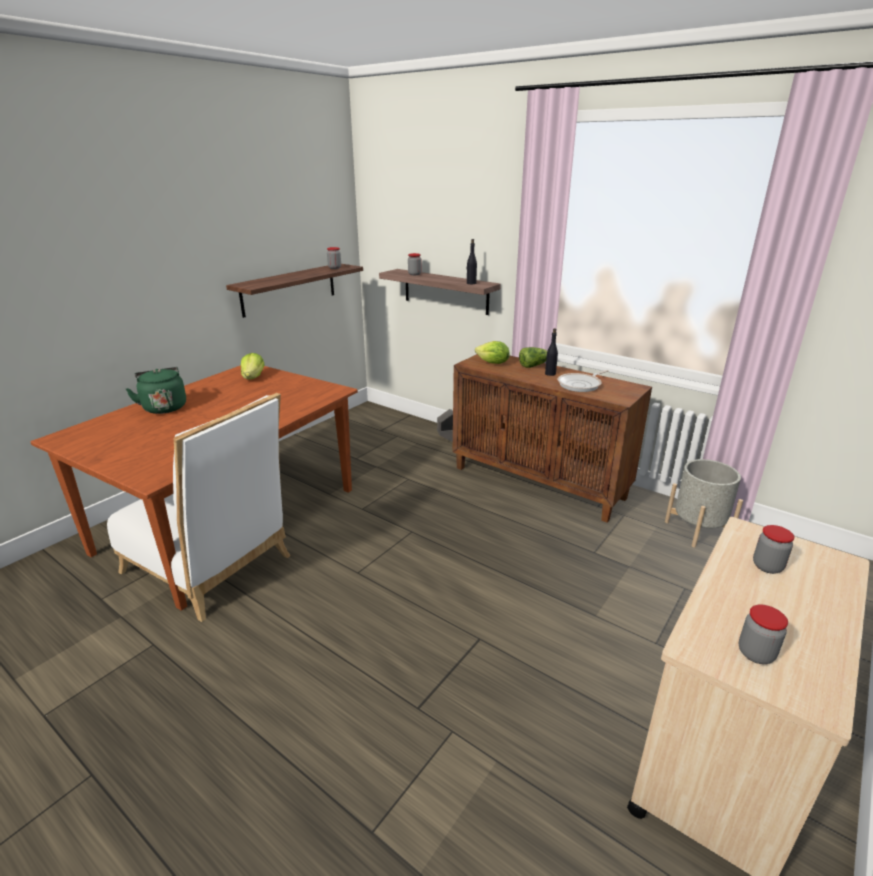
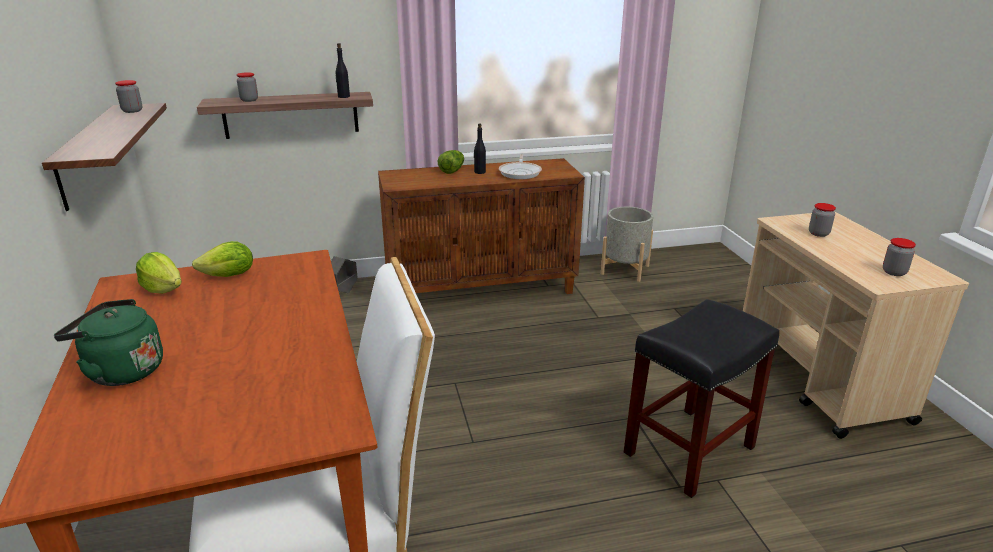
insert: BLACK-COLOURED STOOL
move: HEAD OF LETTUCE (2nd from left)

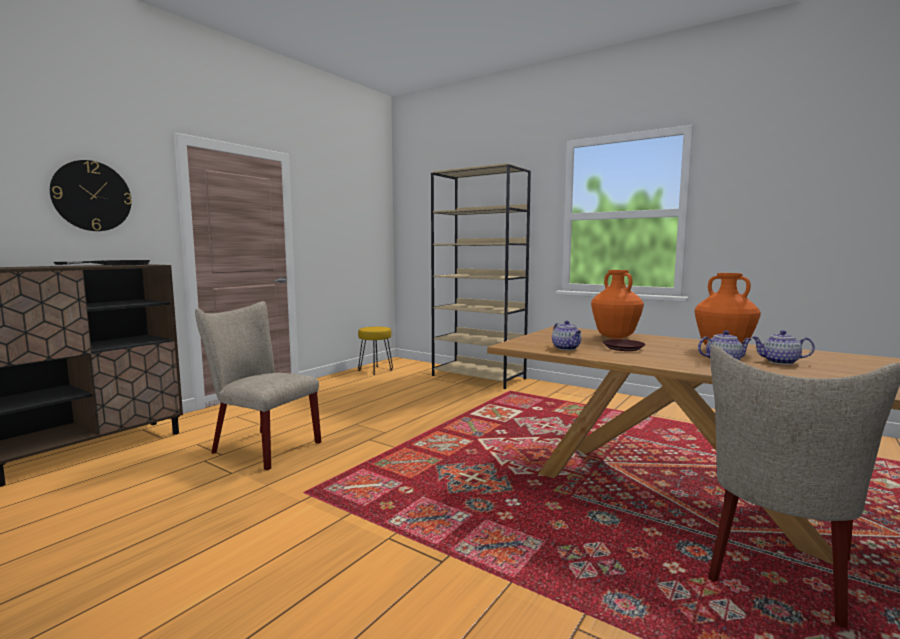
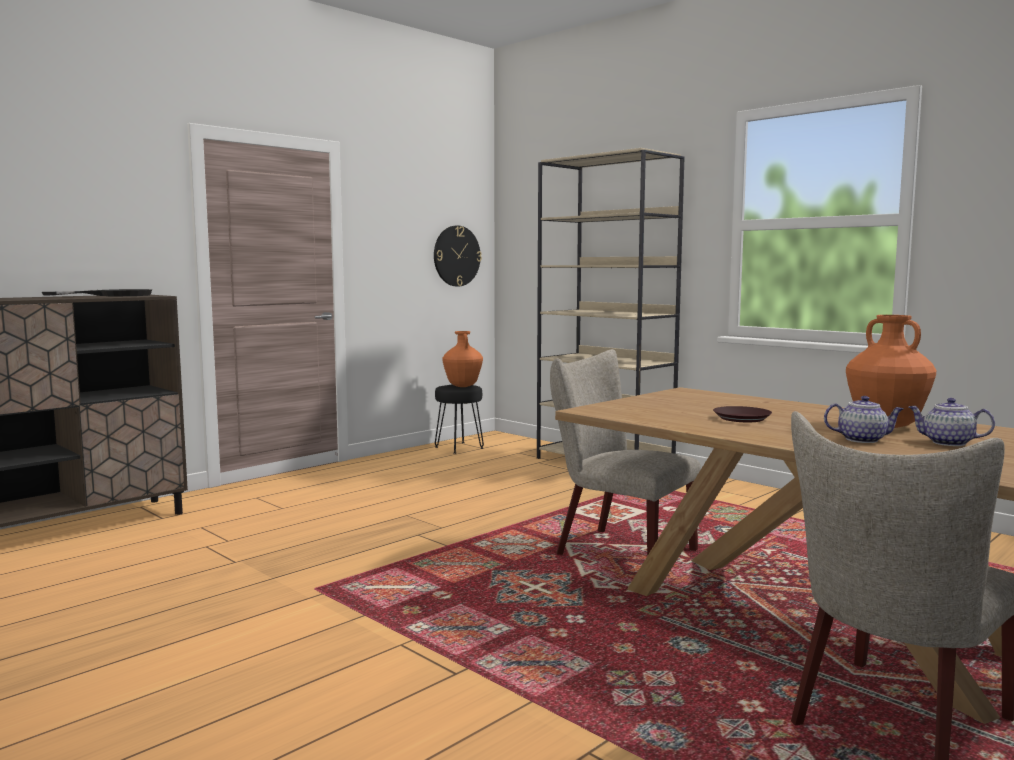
delete: TEAPOT (1st from left)
move: WALL CLOCK; SAND-COLOURED UPRIGHT CHAIR (1st from left); ORANGE-COLOURED DECORATIVE VASE (1st from left)
recolor: YELLOW-COLOURED STOOL to BLACK-COLOURED STOOL

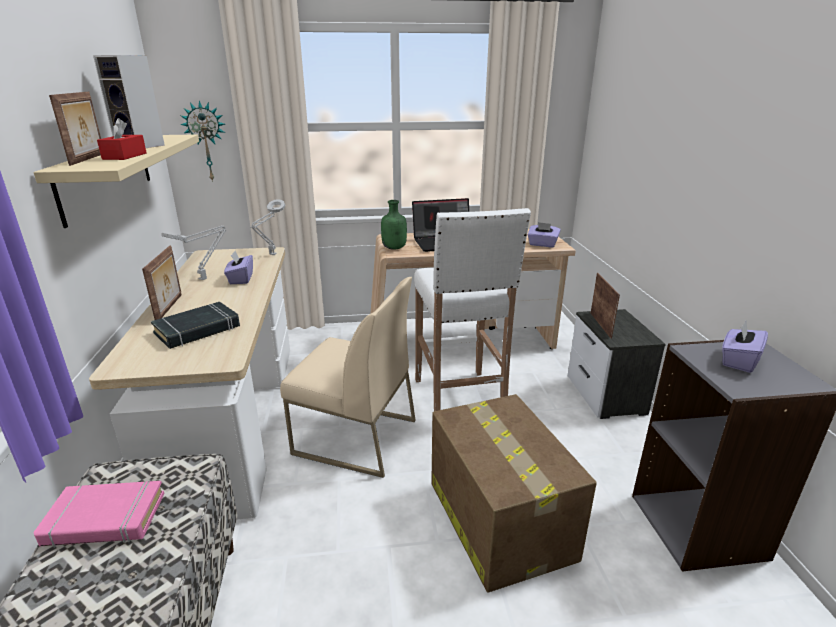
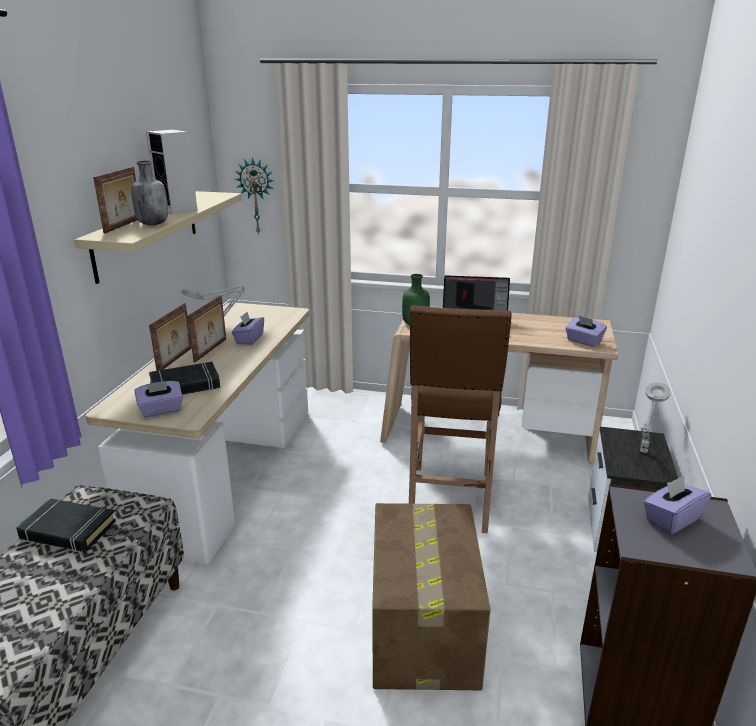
delete: SAND-COLOURED UPRIGHT CHAIR
insert: PURPLE TISSUE BOX (1st from left)
move: GREY LAMP FOR A TABLE (2nd from left); PICTURE FRAME (3rd from left)
replace: REDDISH TISSUE BOX to GREY DRINK BOTTLE
recolor: PINKISH VOLUME to BLACK-COLOURED VOLUME (1st from left); WHITE-COLOURED STOOL to BROWN STOOL

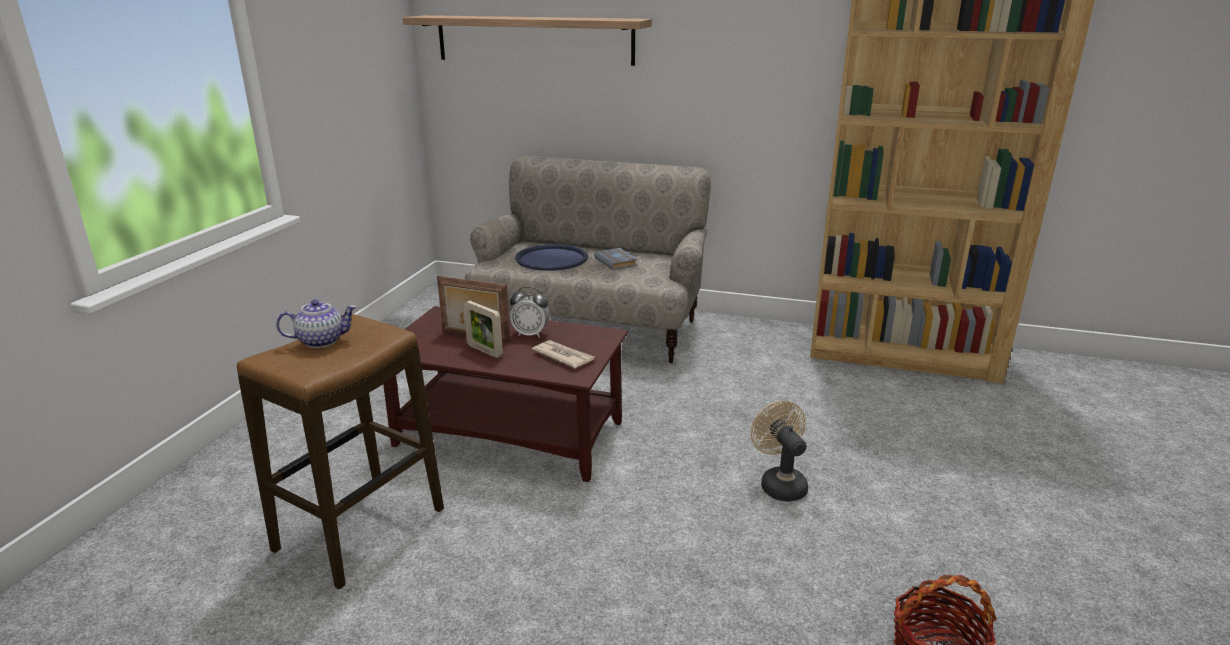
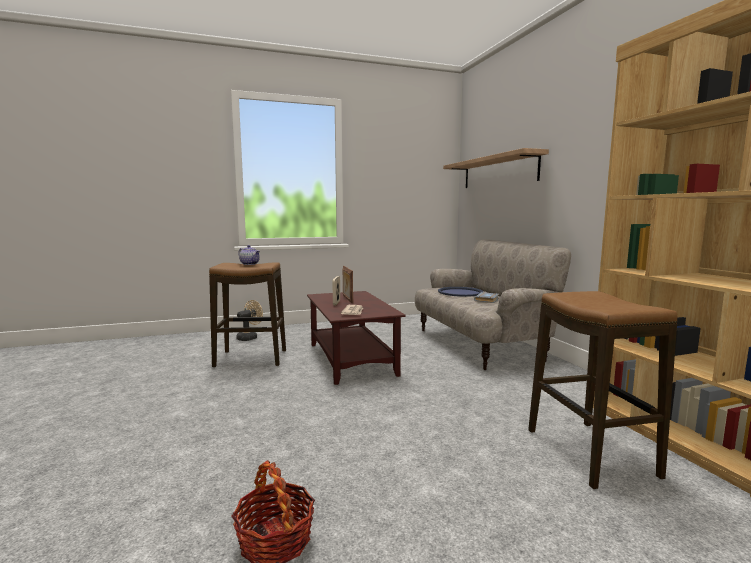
delete: BEDSIDE CLOCK
insert: STOOL (2nd from left)
move: SAND-COLOURED FAN

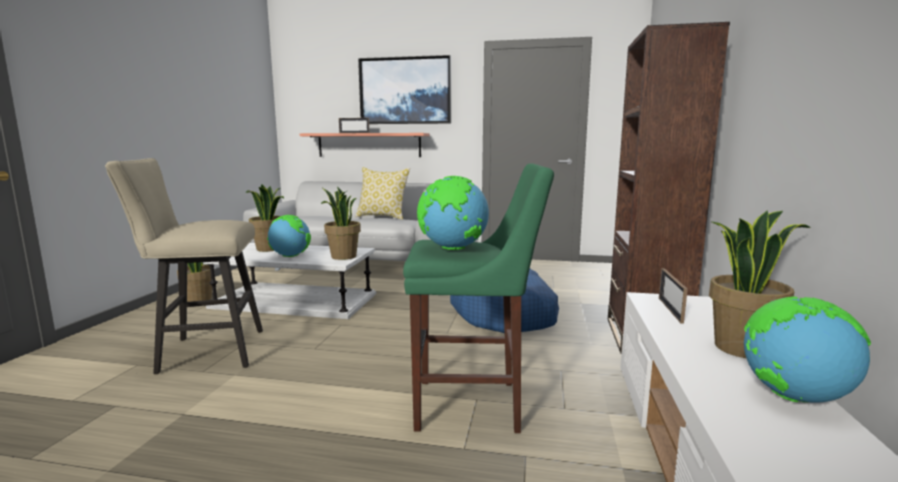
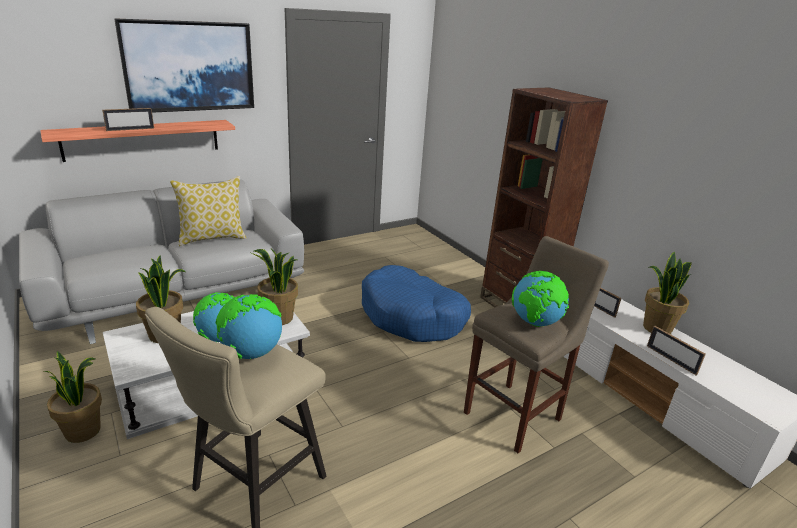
insert: PICTURE FRAME (3rd from left)
move: GLOBE (3rd from left in the first image) to GLOBE (2nd from left)
recolor: GREEN STOOL to SAND-COLOURED STOOL (2nd from left)

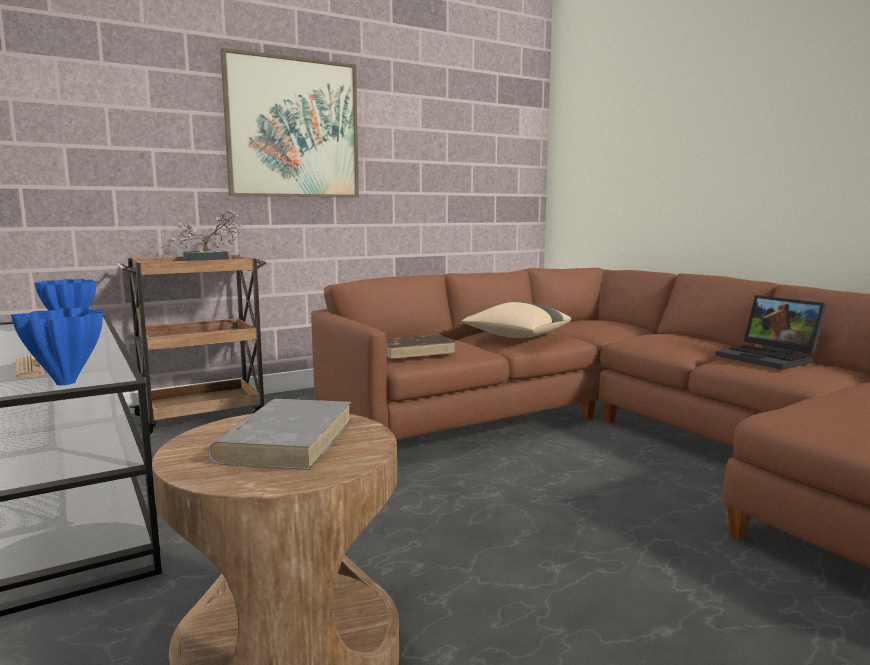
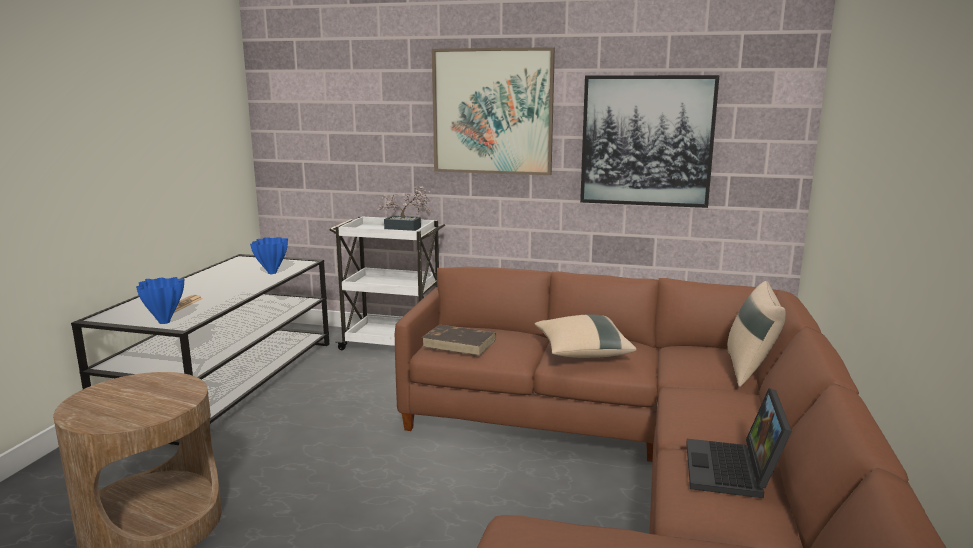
delete: GREY VOLUME
insert: WALL PICTURE (2nd from left); SAND-COLOURED CUSHION (2nd from left)
recolor: BROWN TROLLEY to WHITE-COLOURED TROLLEY

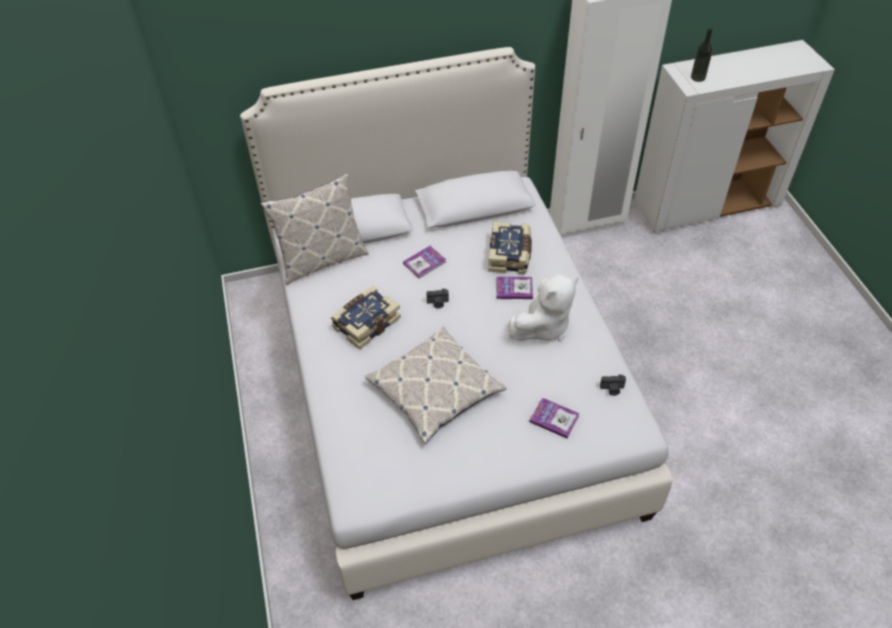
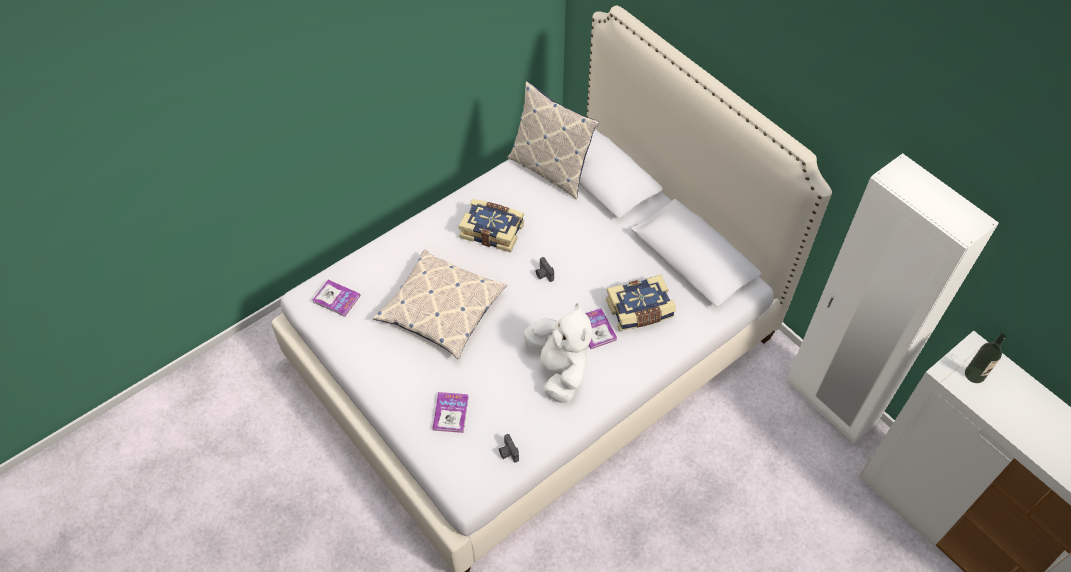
move: VOLUME (2nd from left in the first image) to VOLUME (1st from left)
rotate: WHITE-COLOURED PLUSH TOY 135 degrees counterclockwise

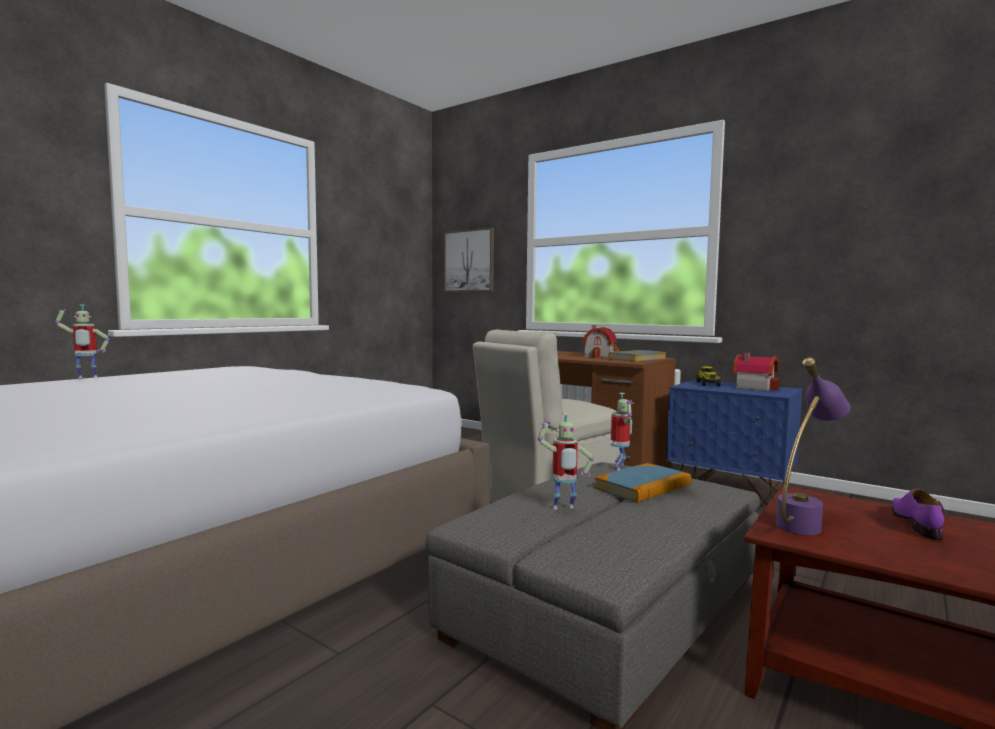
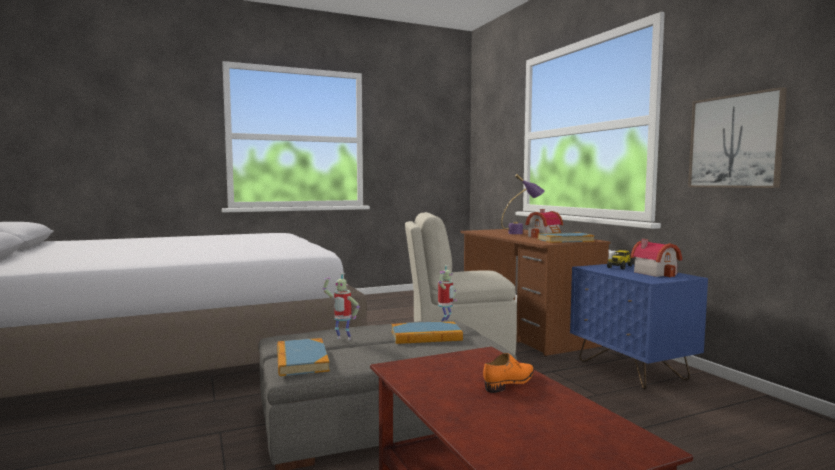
delete: TOY ROBOT (1st from left)
insert: VOLUME (1st from left)
move: WALL PICTURE; PURPLE LAMP FOR A TABLE
recolor: PURPLE LOW SHOE to ORANGE-COLOURED LOW SHOE

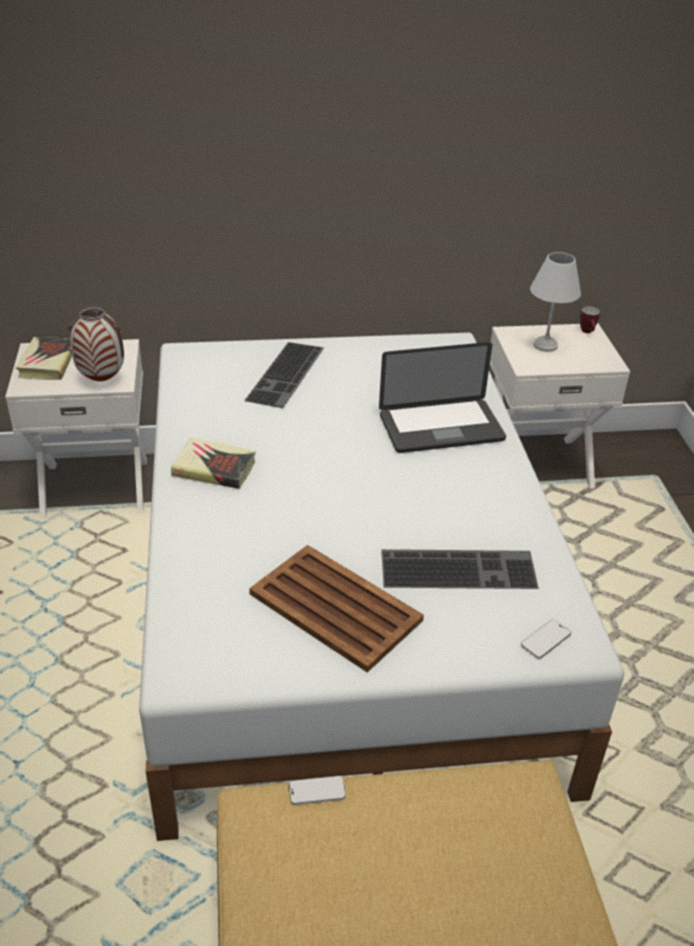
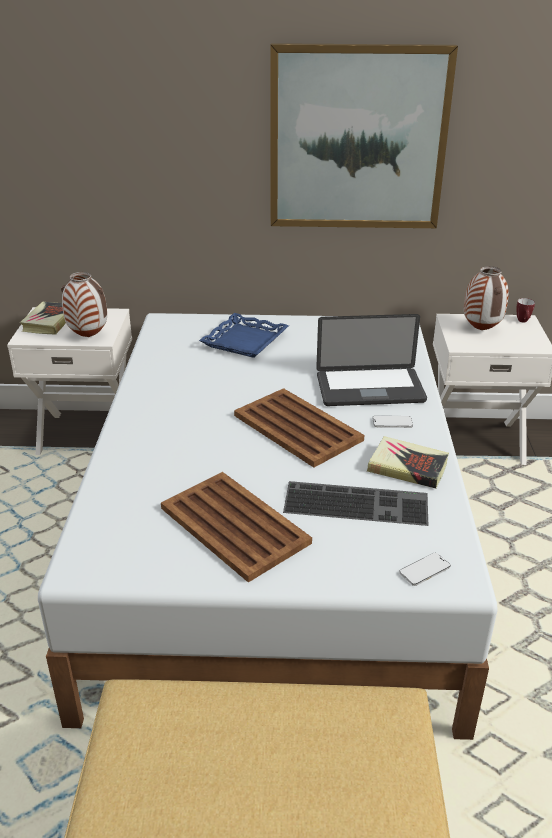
insert: BROWN TRAY (2nd from left); WALL PICTURE
move: VOLUME (2nd from left); PHONE (1st from left)
replace: COMPUTER KEYBOARD (1st from left) to BLUE TRAY; WHITE-COLOURED LAMP FOR A TABLE to DECORATIVE VASE (2nd from left)

